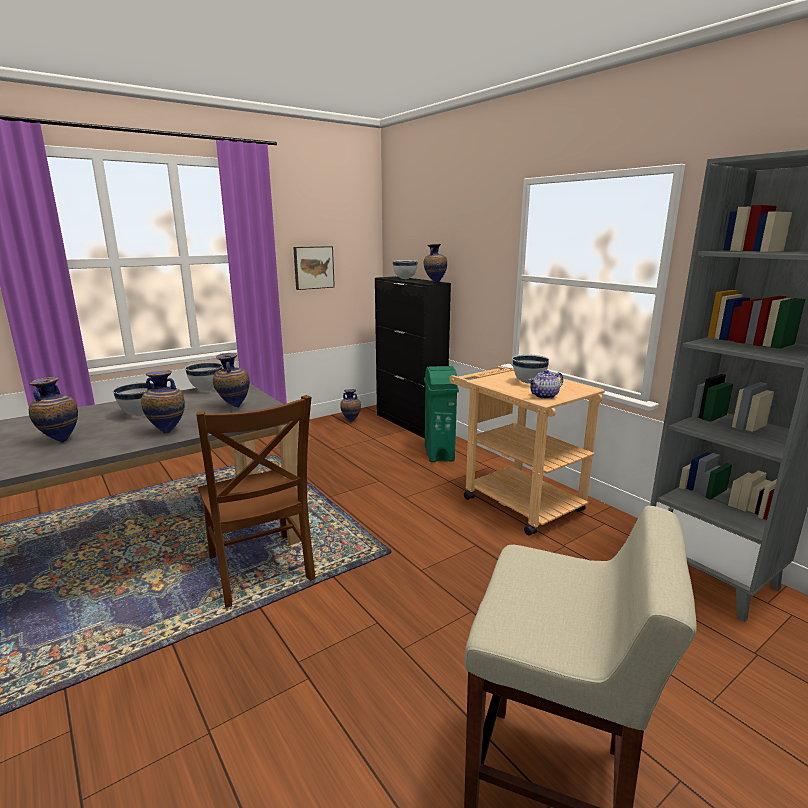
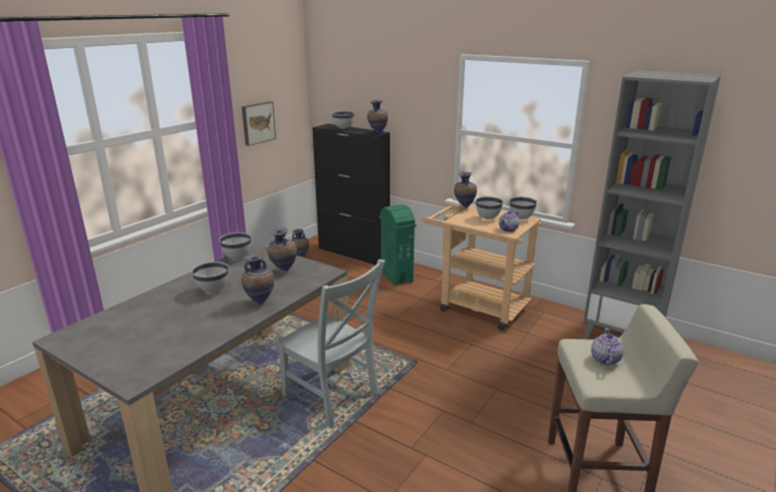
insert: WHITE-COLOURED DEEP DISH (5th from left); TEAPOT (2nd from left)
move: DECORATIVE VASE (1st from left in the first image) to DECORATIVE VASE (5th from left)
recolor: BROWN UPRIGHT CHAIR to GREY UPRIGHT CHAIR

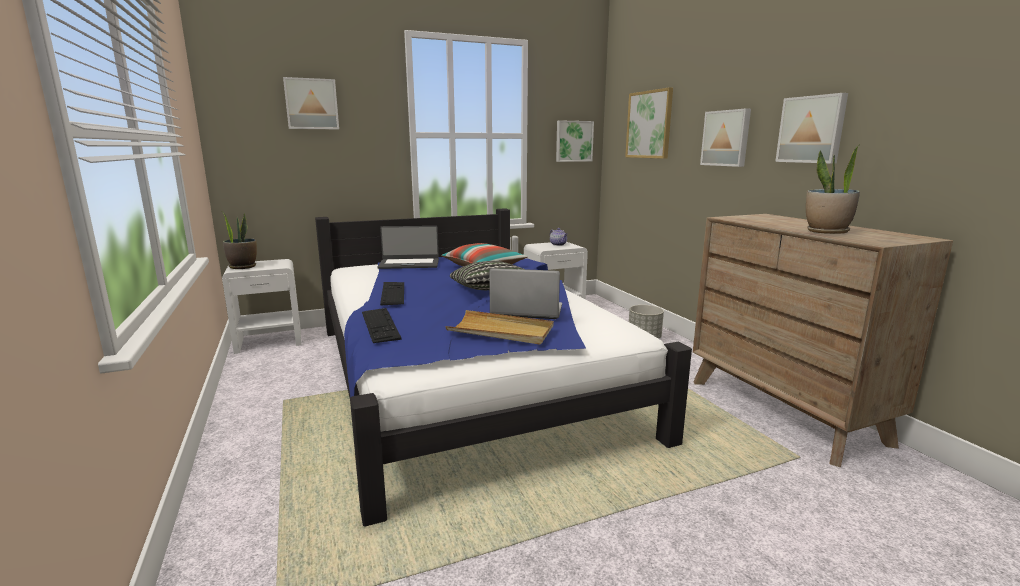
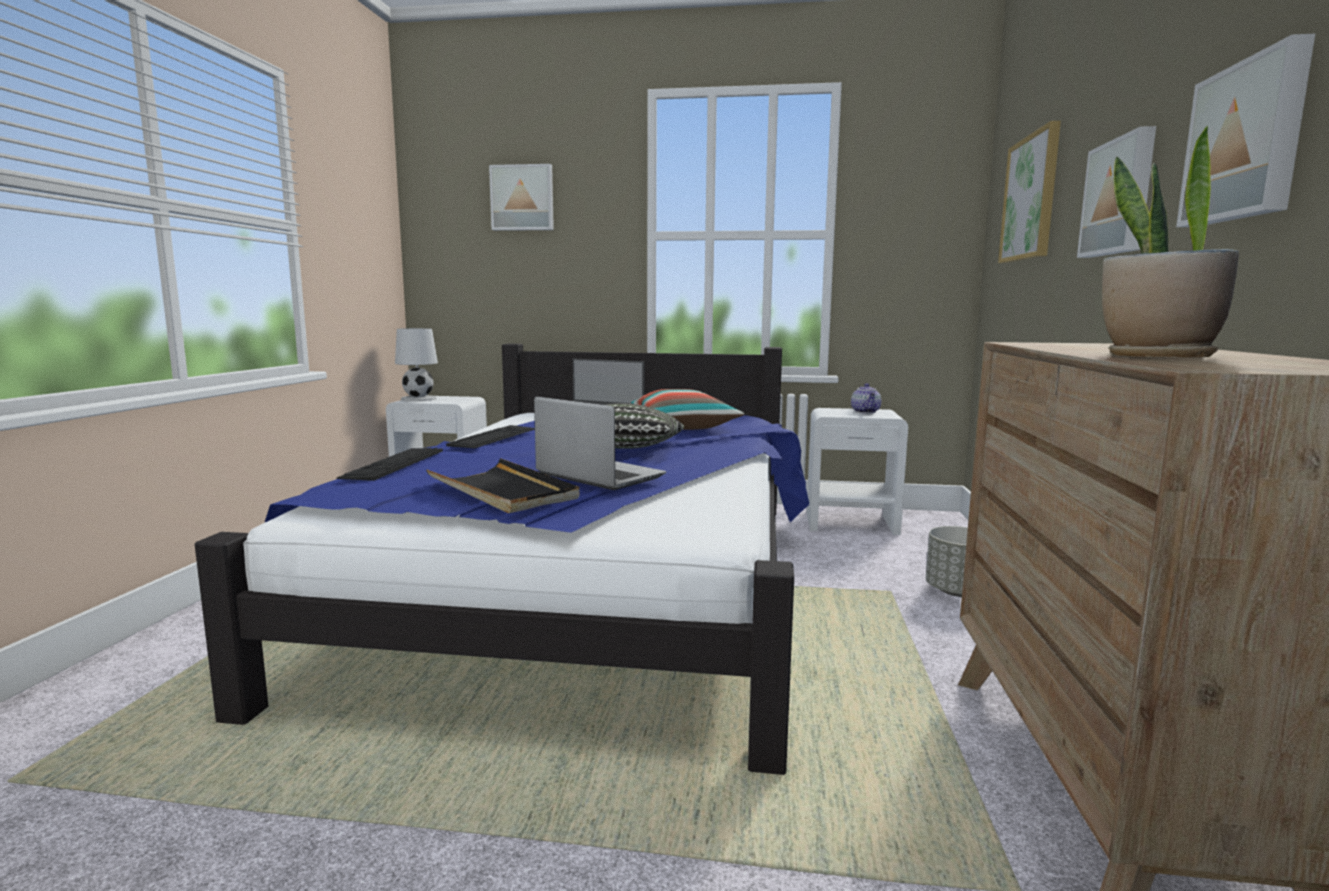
delete: WALL PICTURE (2nd from left)
replace: HOUSEPLANT (1st from left) to WHITE-COLOURED LAMP FOR A TABLE
recolor: SAND-COLOURED TRAY to BLACK-COLOURED TRAY

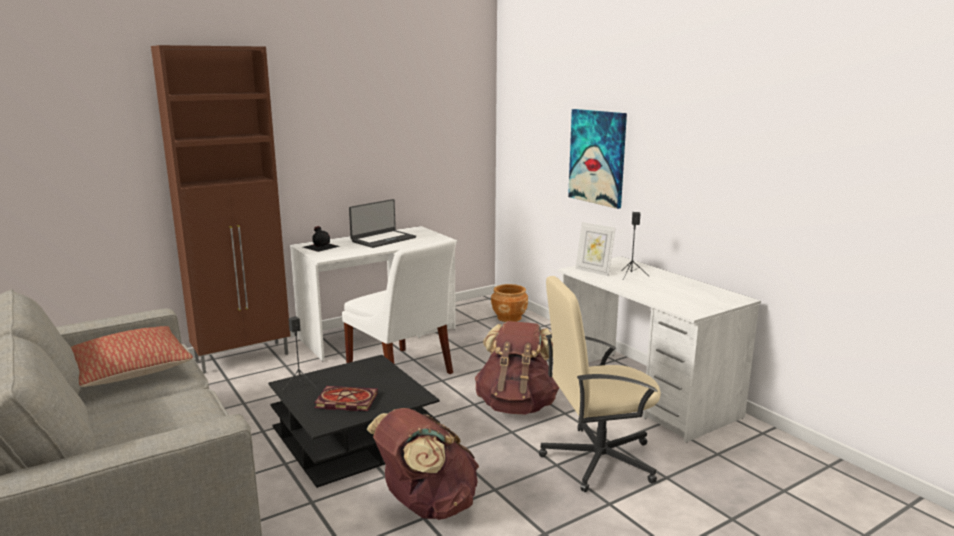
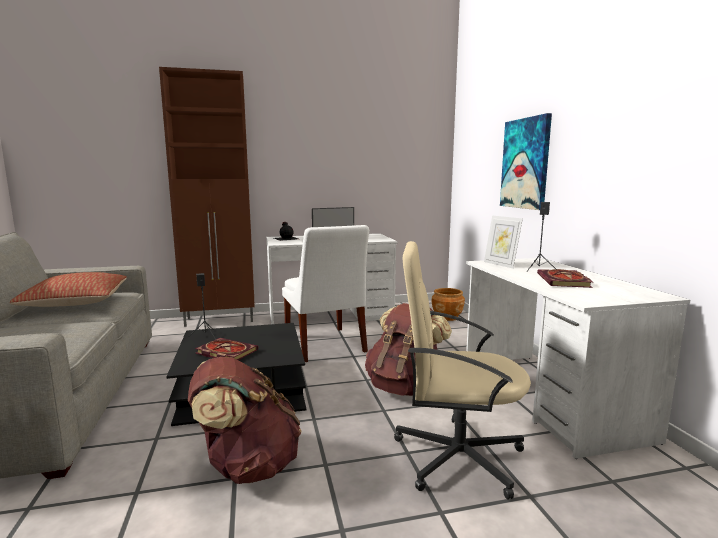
insert: VOLUME (2nd from left)

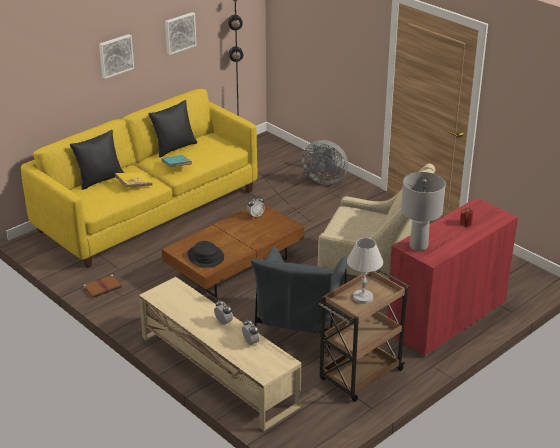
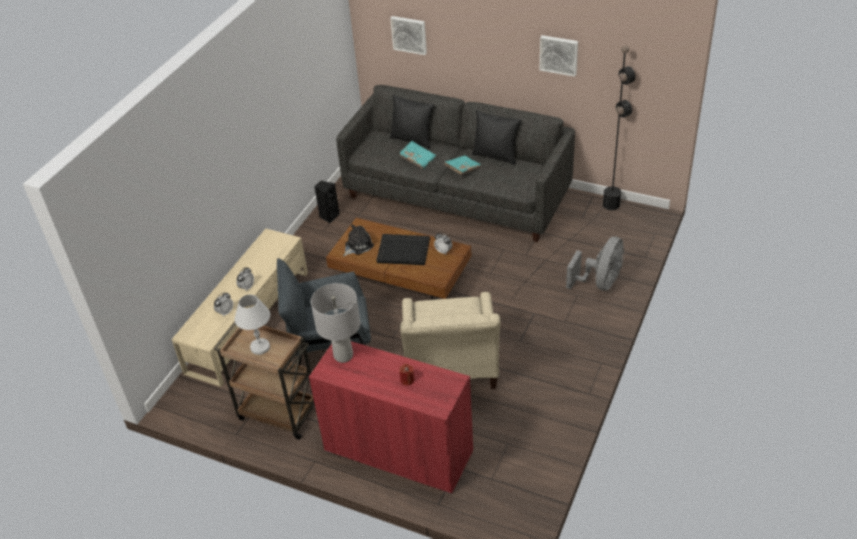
insert: BLACK-COLOURED TRAY
move: WALL PICTURE (1st from left)
replace: BROWN VOLUME to BLACK-COLOURED AUDIO SPEAKER; BLACK-COLOURED WEARABLE HAT to PLUSH TOY
recolor: YELLOW-COLOURED SOFA to GREY SOFA; YELLOW-COLOURED VOLUME to TURQUOISE VOLUME (1st from left)
rotate: GREY FAN 150 degrees counterclockwise

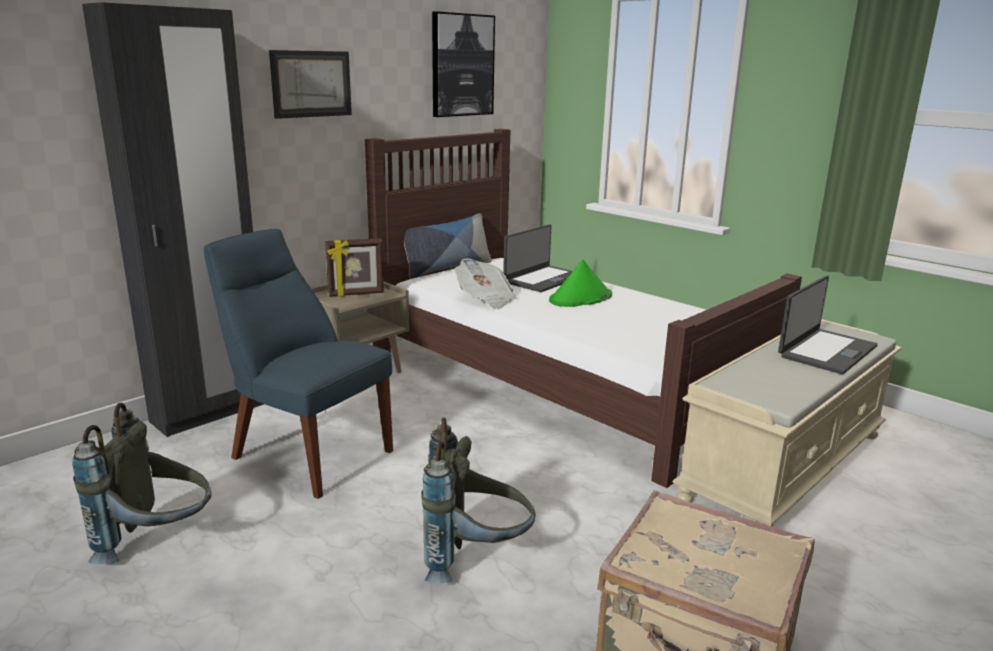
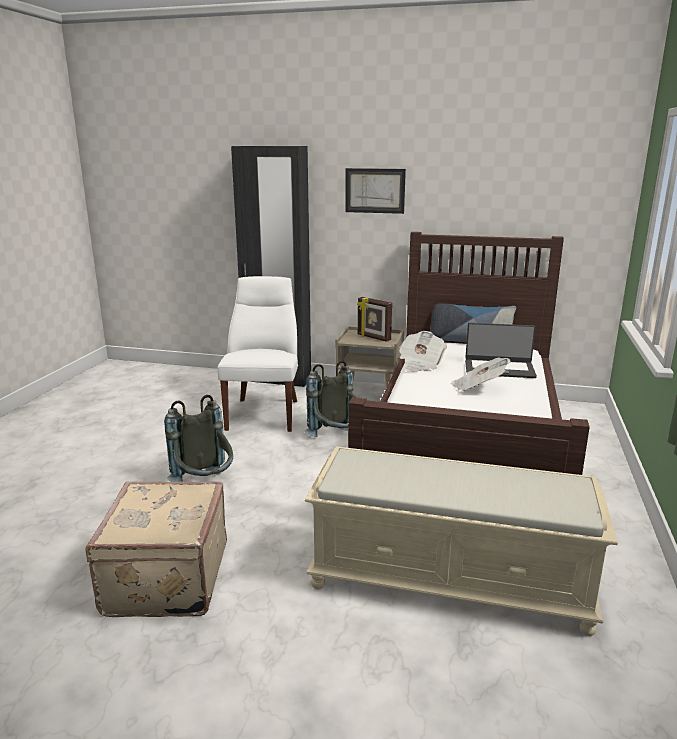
delete: WALL PICTURE (2nd from left); PORTABLE COMPUTER (2nd from left)
move: GREY BACKPACK (1st from left in the first image) to GREY BACKPACK (2nd from left)
replace: GREEN WEARABLE HAT to DAILY PAPER (2nd from left)
recolor: BLUE UPRIGHT CHAIR to WHITE-COLOURED UPRIGHT CHAIR

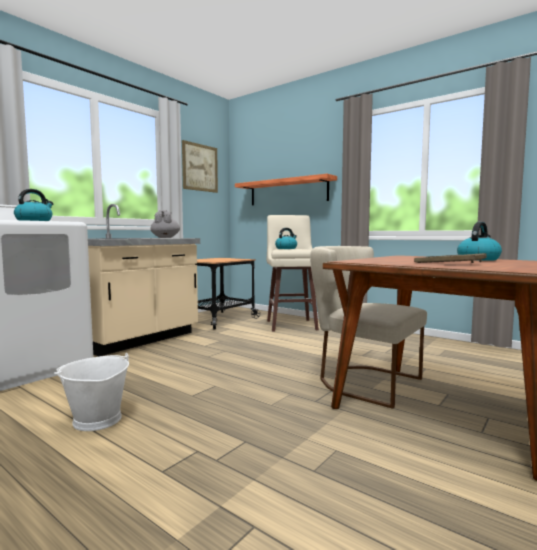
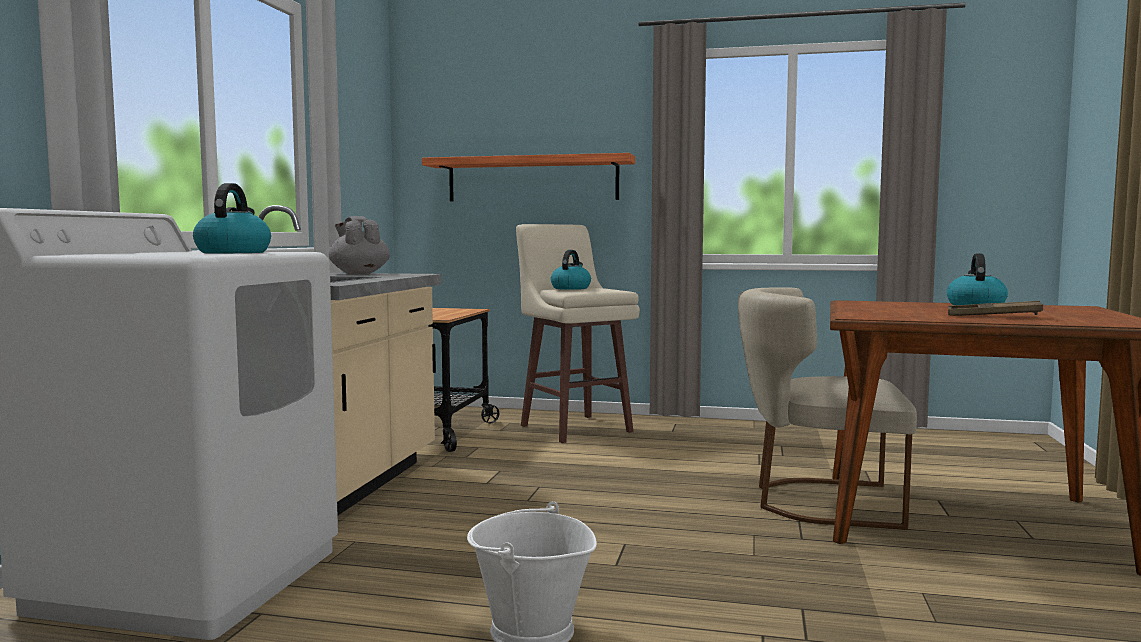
delete: WALL PICTURE

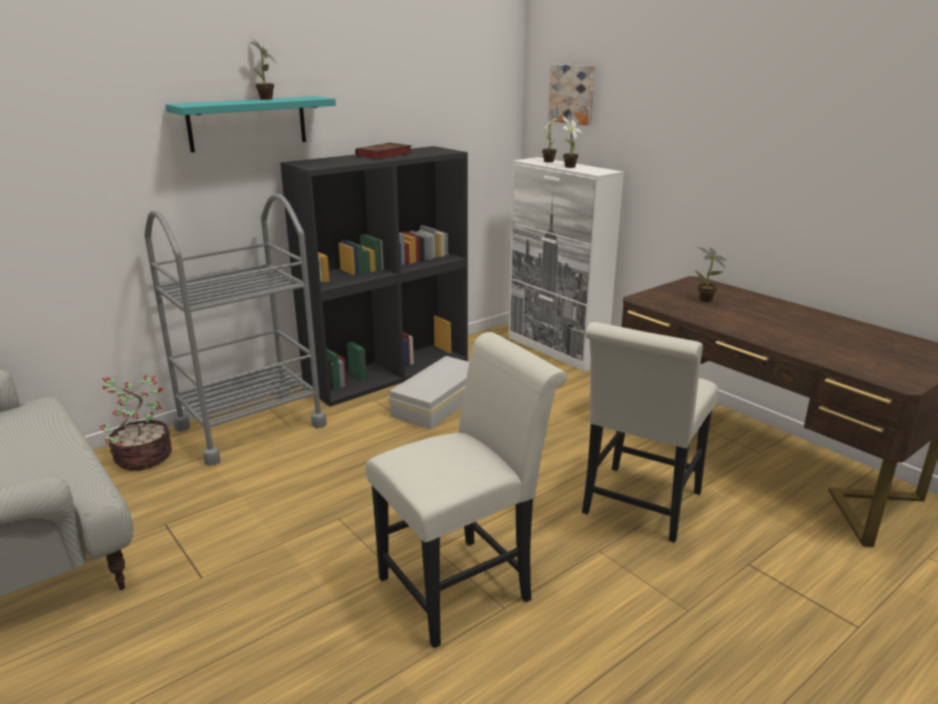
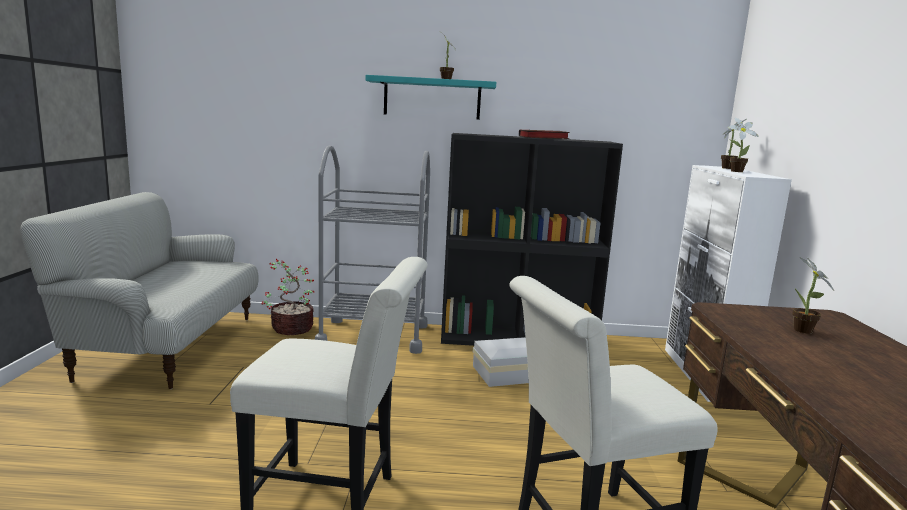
delete: WALL PICTURE

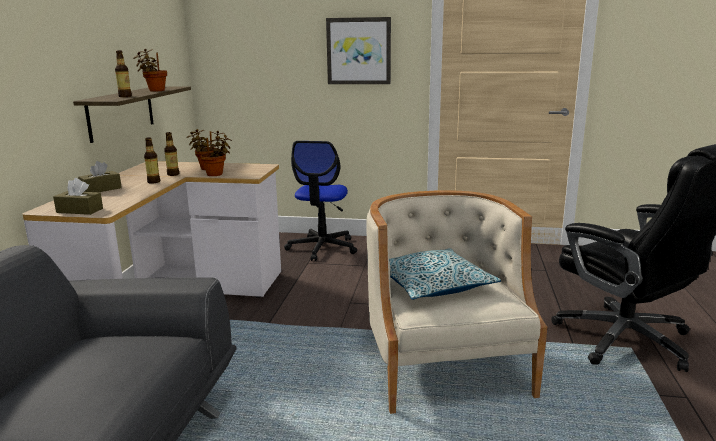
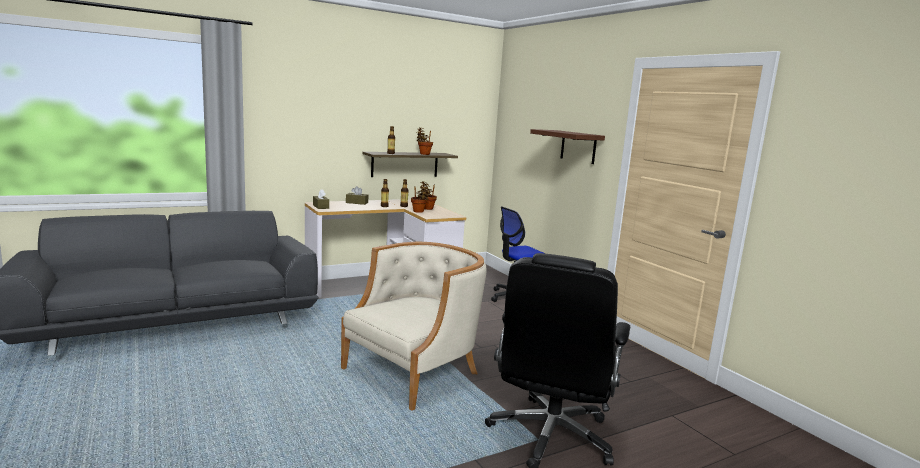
delete: CUSHION
replace: WALL PICTURE to WALL SHELF (2nd from left)

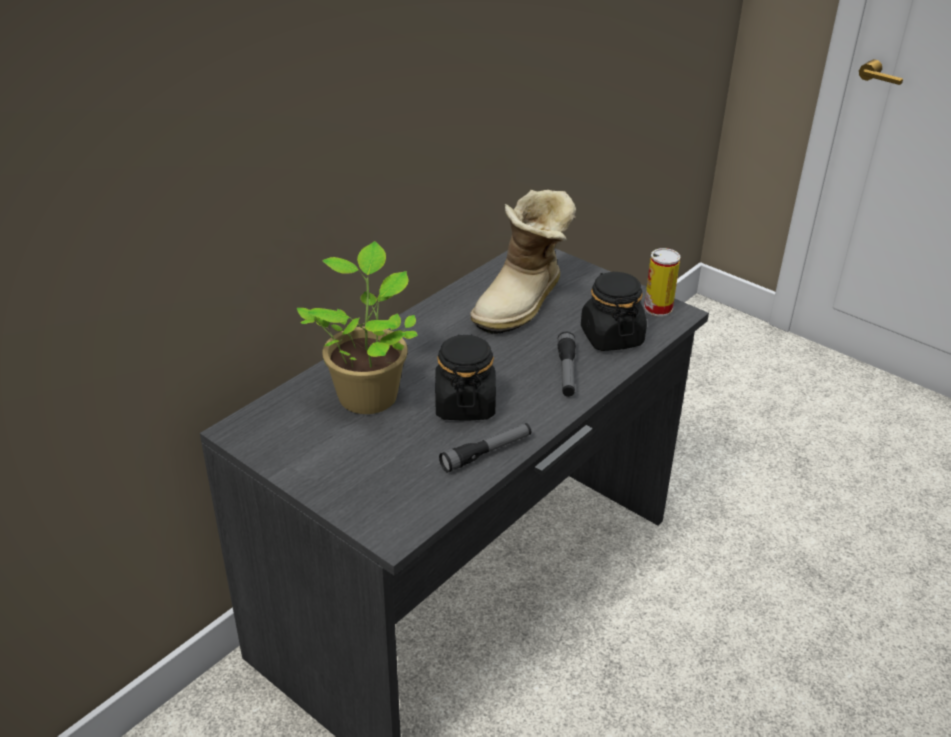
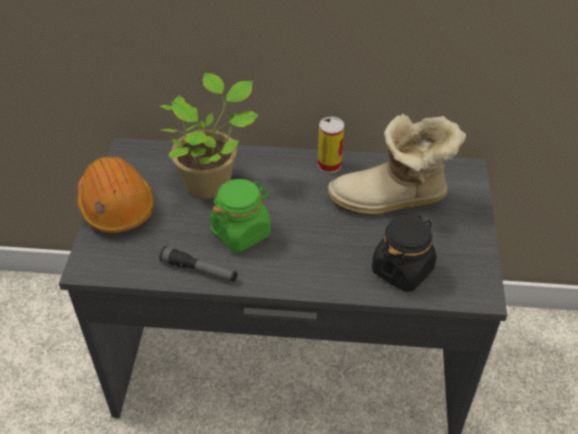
delete: TORCH (2nd from left)
insert: ORANGE-COLOURED WORK HELMET
move: METAL CAN
recolor: BLACK-COLOURED JAR (1st from left) to GREEN JAR

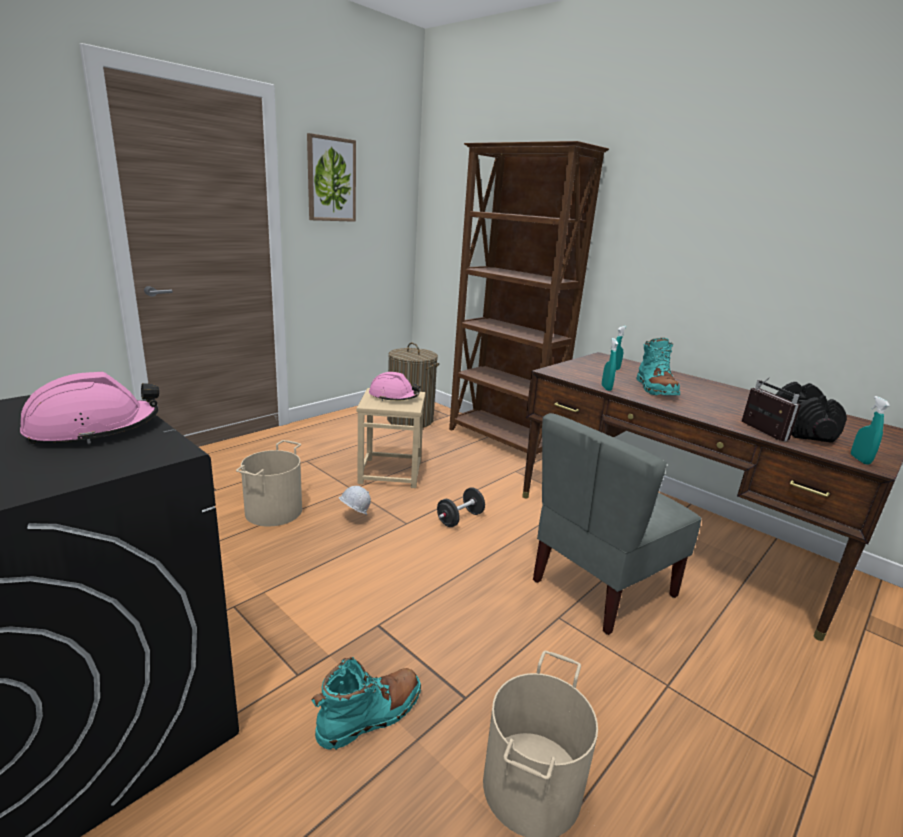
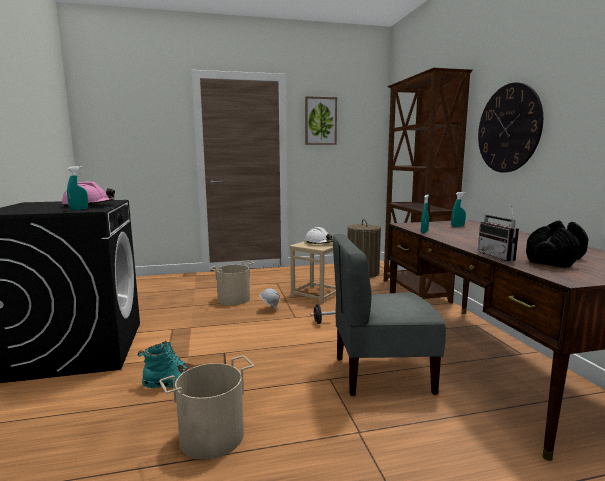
delete: TURQUOISE HIGH-TOP BOOT (2nd from left)
insert: WALL CLOCK
move: TURQUOISE SPRAY BOTTLE (3rd from left in the first image) to TURQUOISE SPRAY BOTTLE (1st from left)
recolor: PINKISH WORK HELMET (2nd from left) to WHITE-COLOURED WORK HELMET (2nd from left)
rotate: RADIO 150 degrees clockwise

